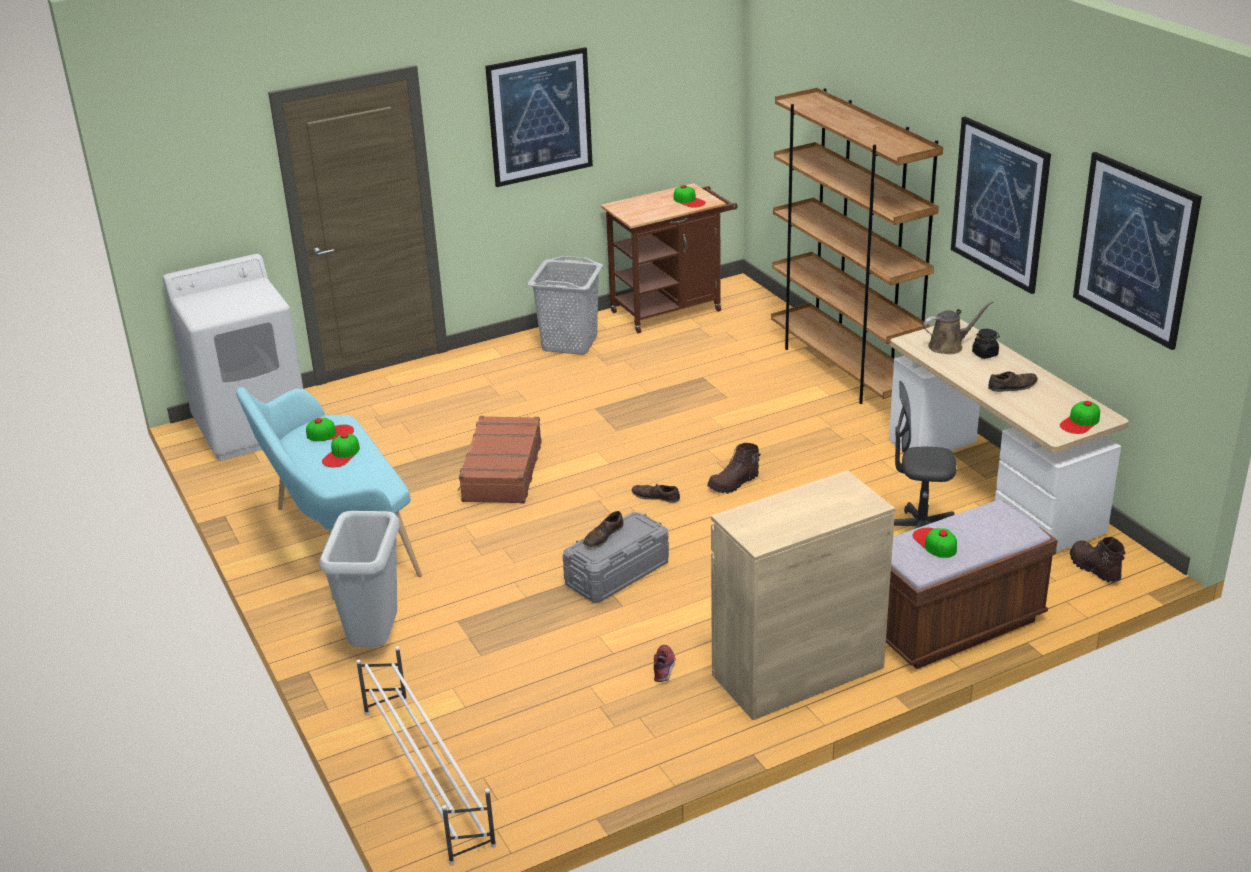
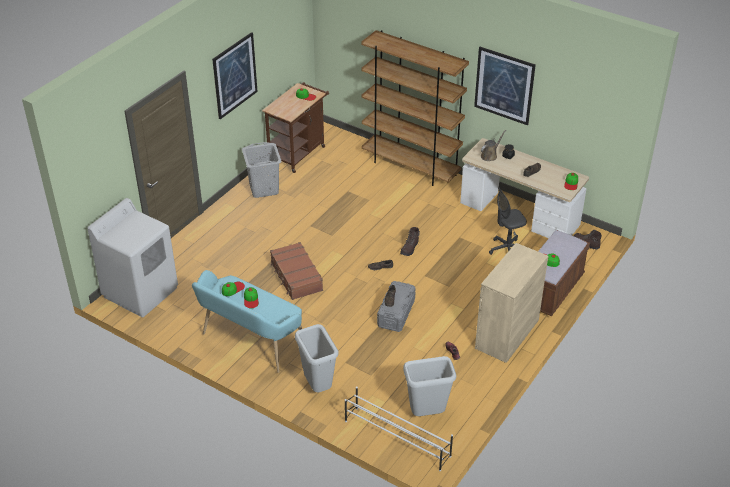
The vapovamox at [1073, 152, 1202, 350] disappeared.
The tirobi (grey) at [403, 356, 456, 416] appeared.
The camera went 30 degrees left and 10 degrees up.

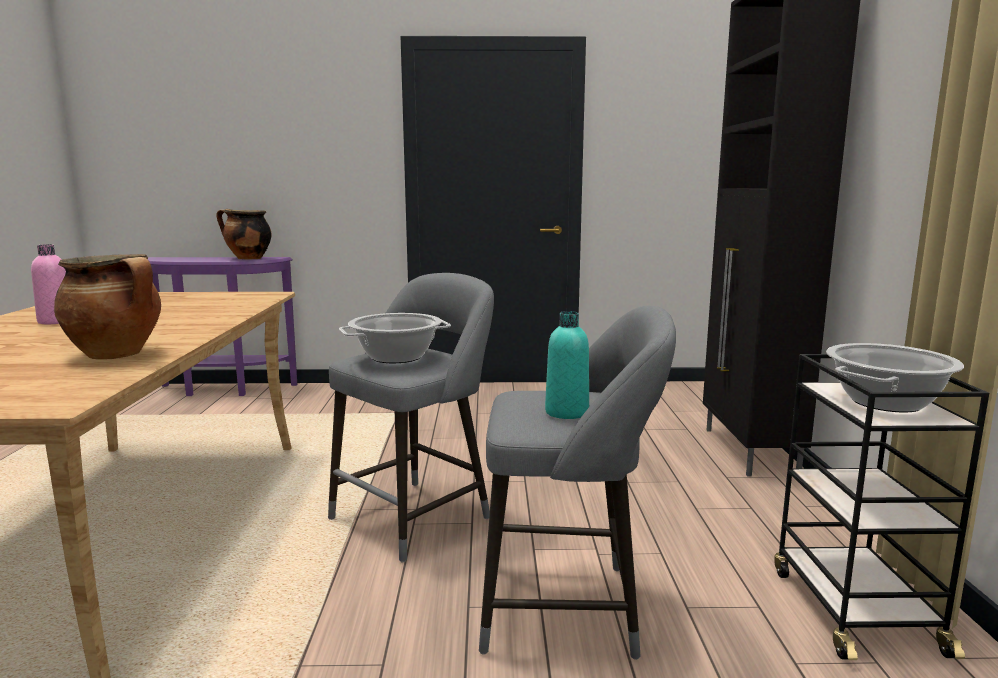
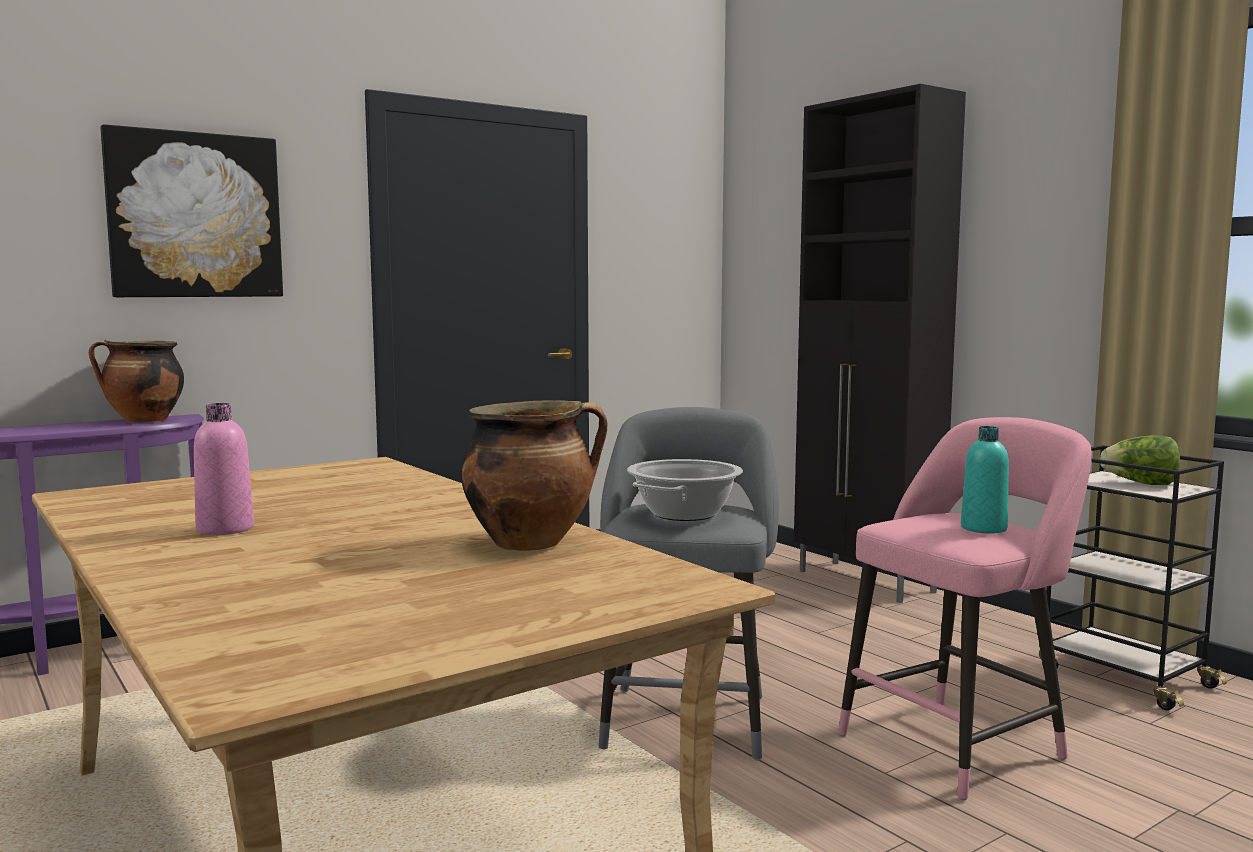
The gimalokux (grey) at [479, 306, 676, 660] became the gimalokux (pink) at [838, 417, 1092, 800].
The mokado at [826, 343, 964, 413] was replaced by the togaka at [1100, 435, 1180, 485].
The vapovamox at [101, 124, 283, 297] appeared.
The camera went 35 degrees left and 5 degrees down.

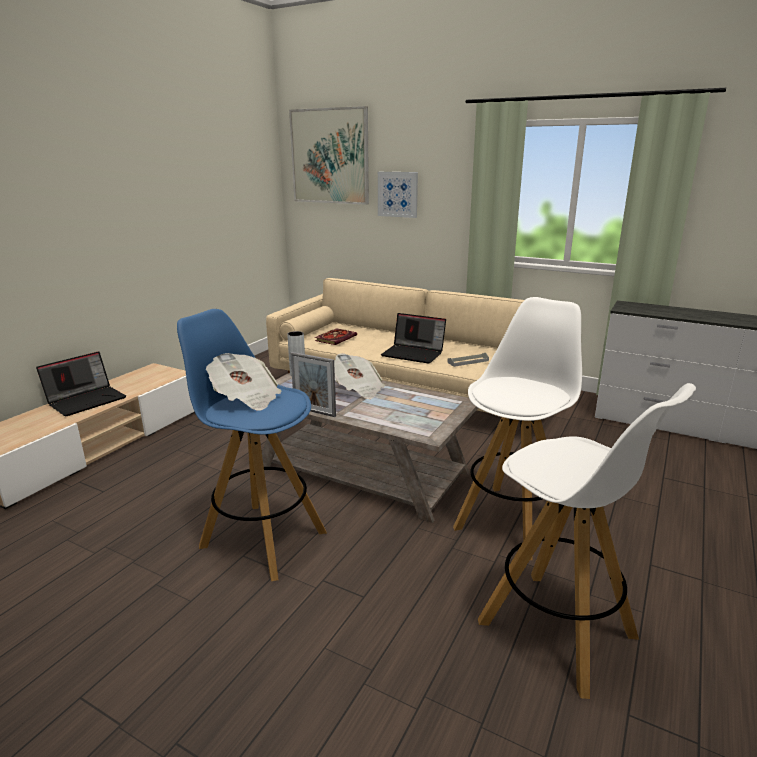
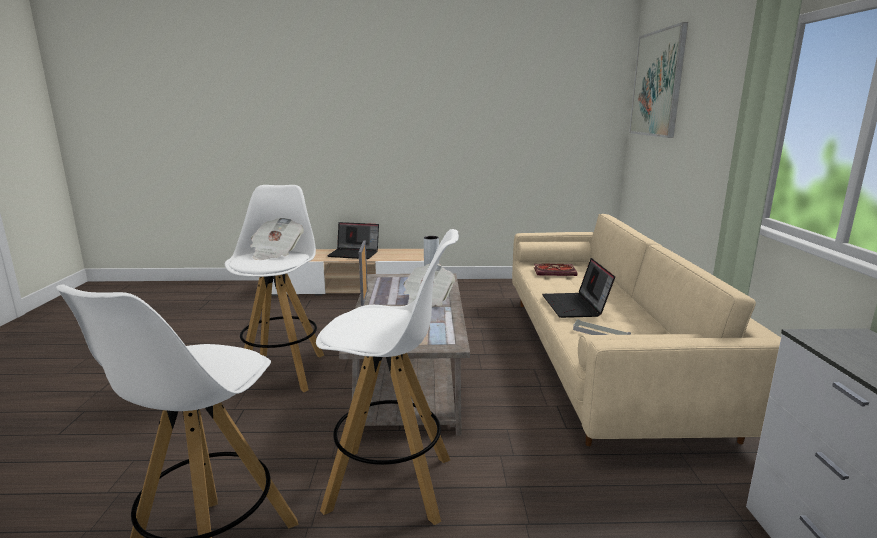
The gimalokux (blue) at [177, 309, 327, 581] became the gimalokux (white) at [225, 185, 324, 392].
The vapovamox at [378, 172, 418, 218] disappeared.
The camera went 60 degrees right and 5 degrees down.

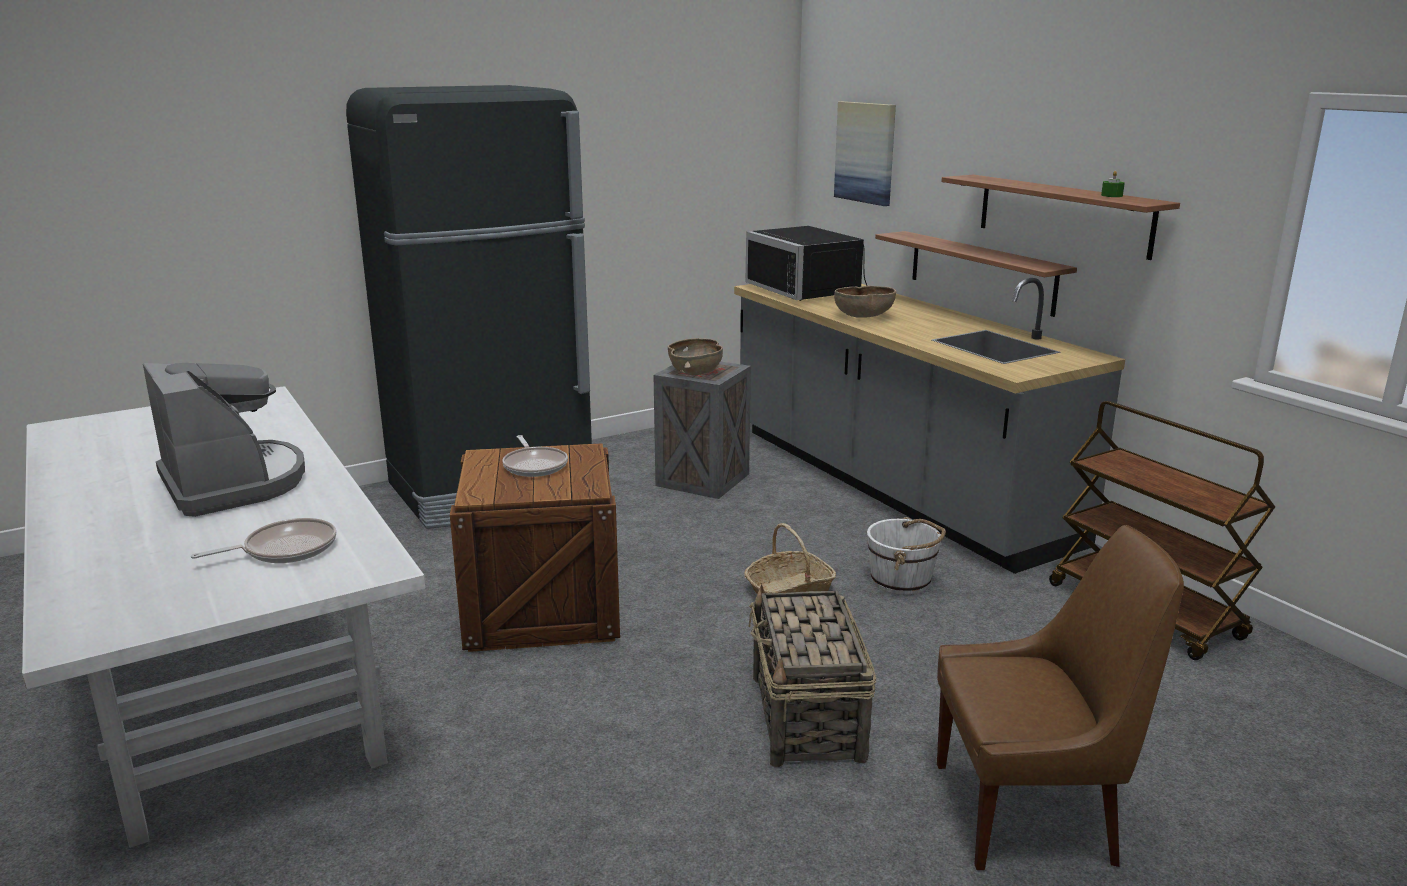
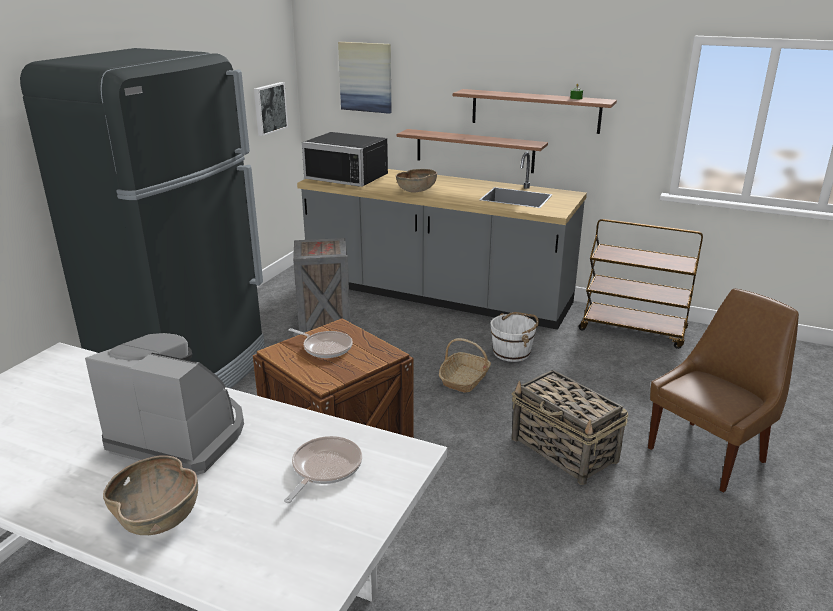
The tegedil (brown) moved from [668, 338, 723, 375] to [103, 456, 198, 535].
The vapovamox at [254, 82, 288, 136] appeared.
The camera went 35 degrees left and 5 degrees up.

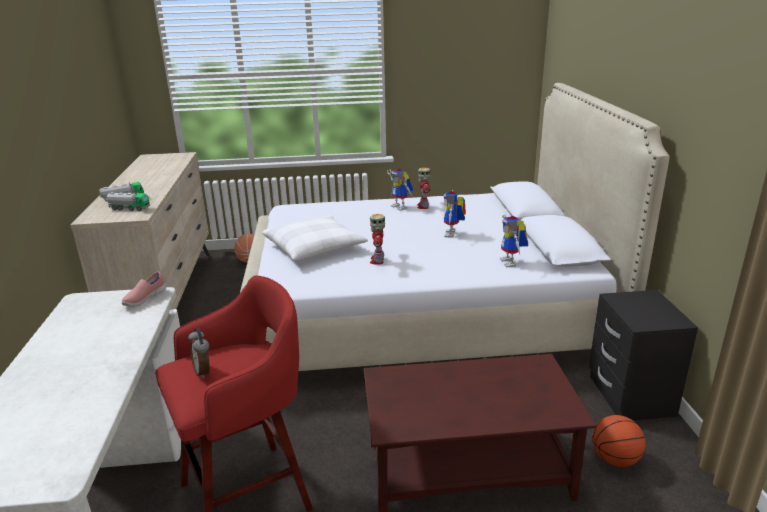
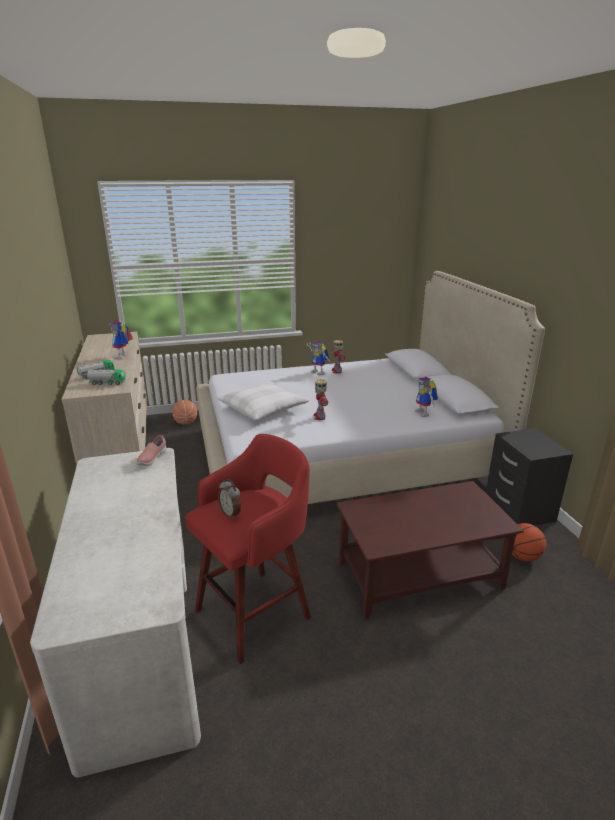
The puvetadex moved from [443, 190, 466, 238] to [109, 320, 133, 359].
The camera went 10 degrees left and 0 degrees up.

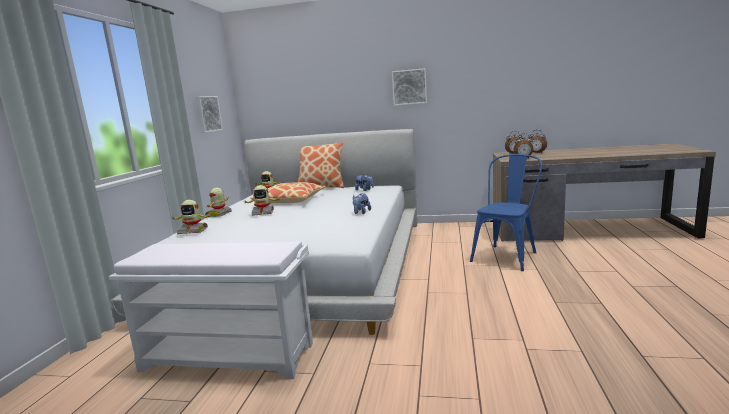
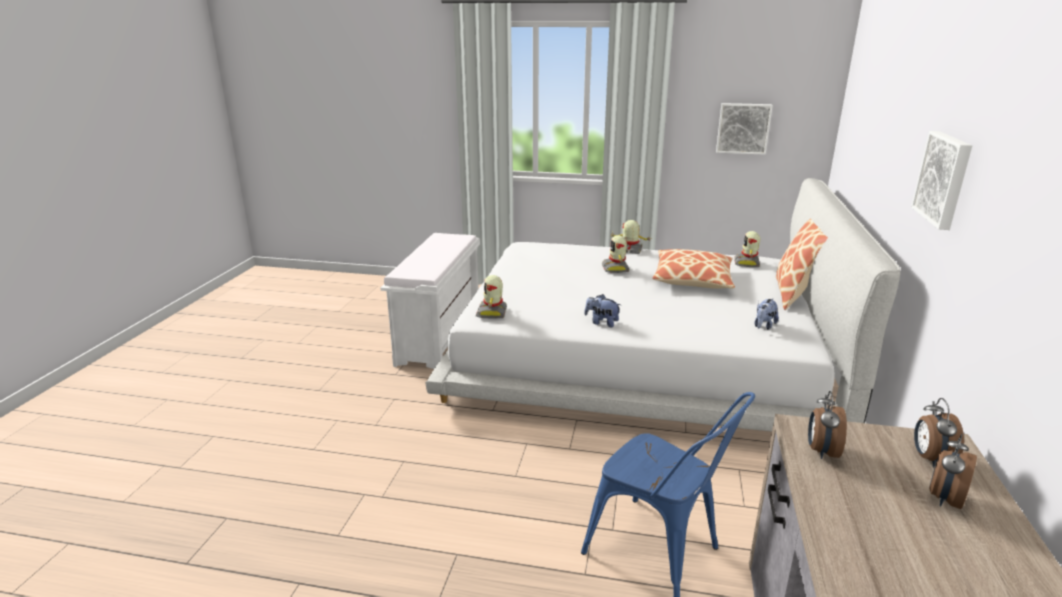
The puvetadex moved from [171, 200, 210, 234] to [476, 275, 507, 319].
The camera went 90 degrees right and 10 degrees up.

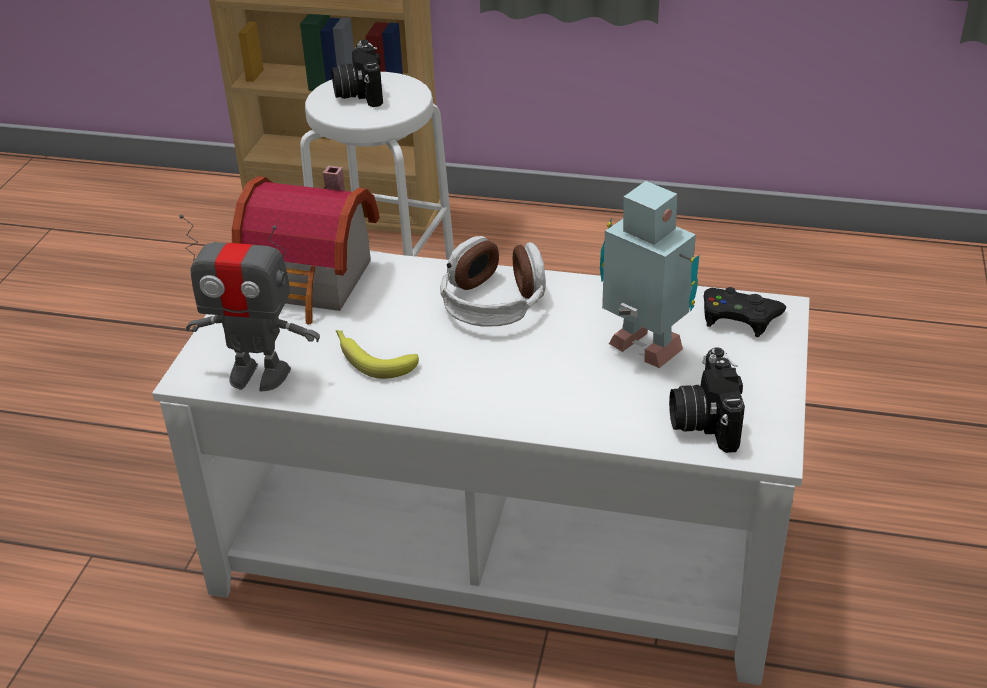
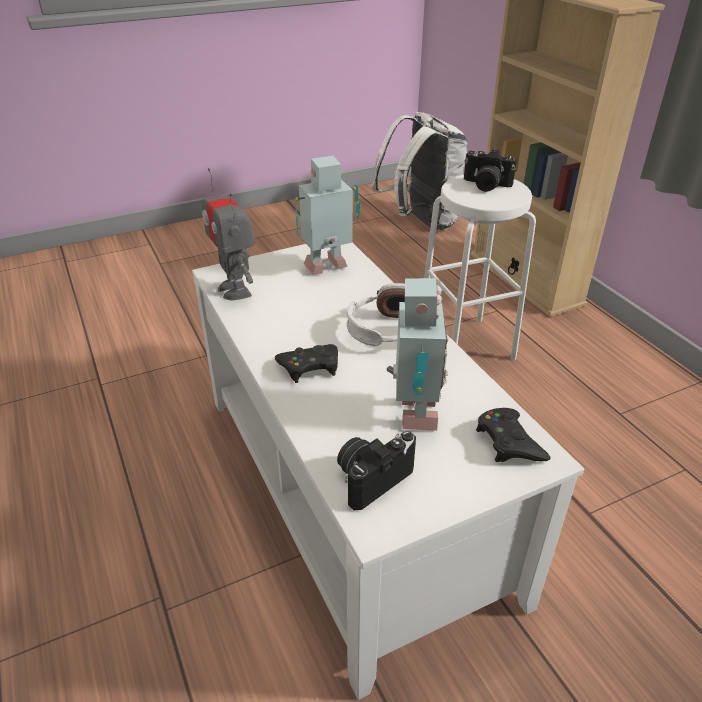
The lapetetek at [232, 166, 380, 325] was replaced by the puvetadex at [294, 155, 360, 275].
The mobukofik at [331, 40, 383, 107] turned 105 degrees counterclockwise.
The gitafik at [336, 330, 419, 379] disappeared.
The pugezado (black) at [275, 344, 338, 383] appeared.
The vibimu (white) at [372, 112, 468, 231] appeared.
The camera went 50 degrees right and 0 degrees up.

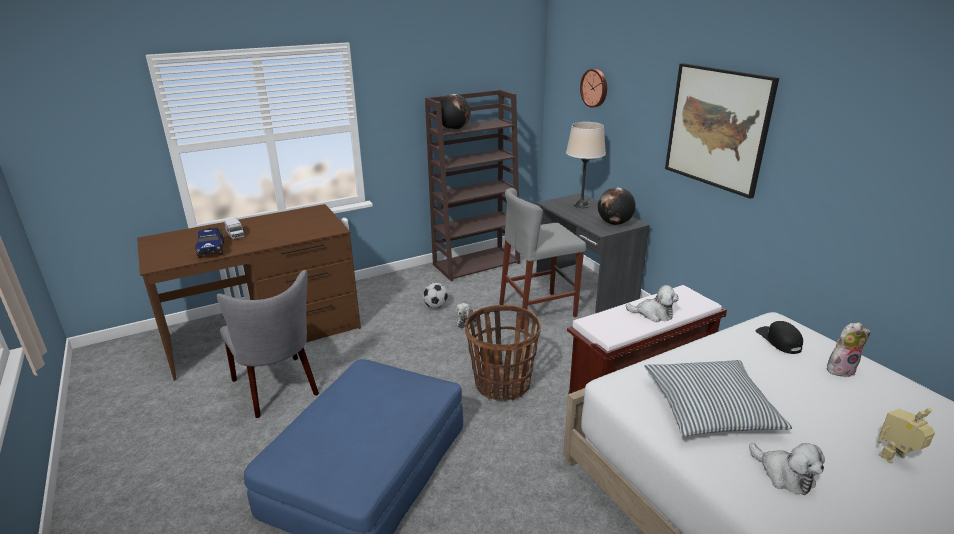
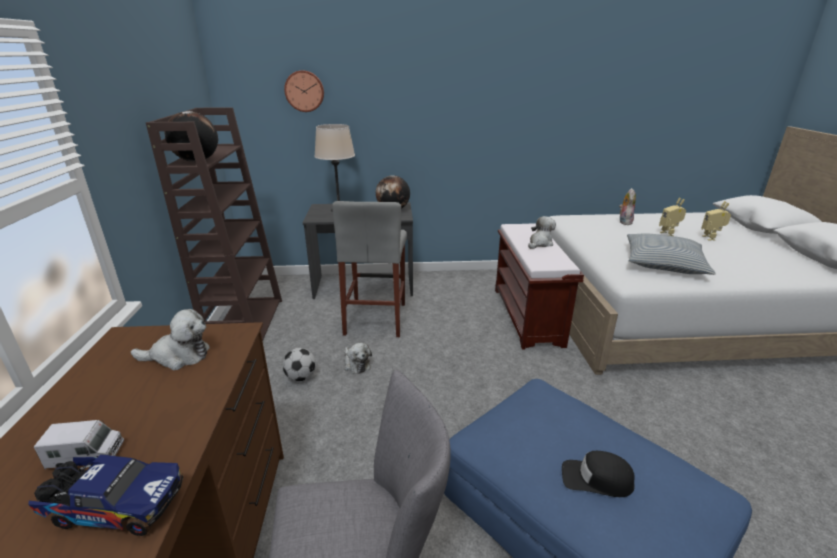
The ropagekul at [465, 305, 541, 401] disappeared.
The vapovamox at [665, 63, 779, 199] disappeared.
The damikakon moved from [749, 443, 825, 495] to [131, 309, 210, 370].
The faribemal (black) moved from [756, 321, 803, 354] to [562, 451, 635, 497].
The puvetadex at [659, 198, 686, 236] appeared.
The camera went 65 degrees left and 0 degrees up.

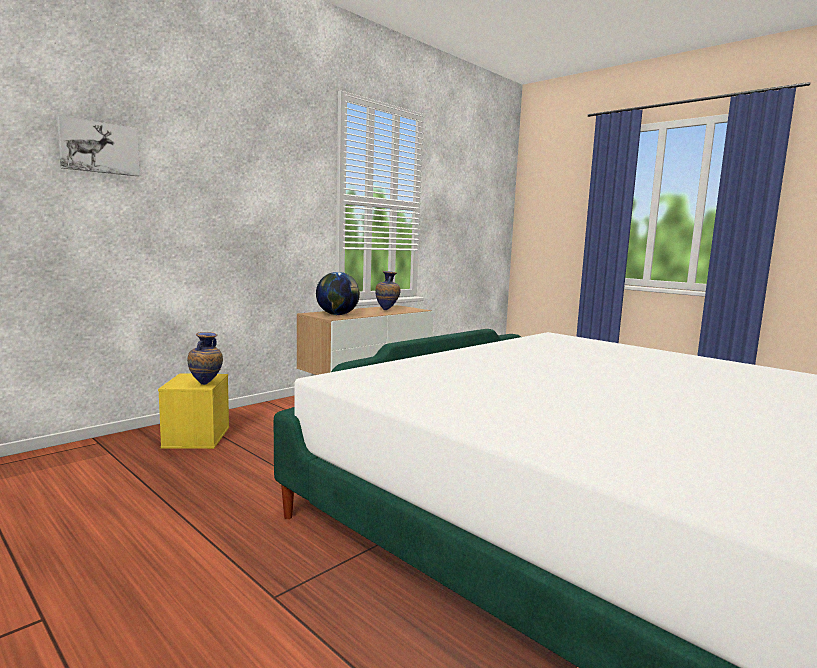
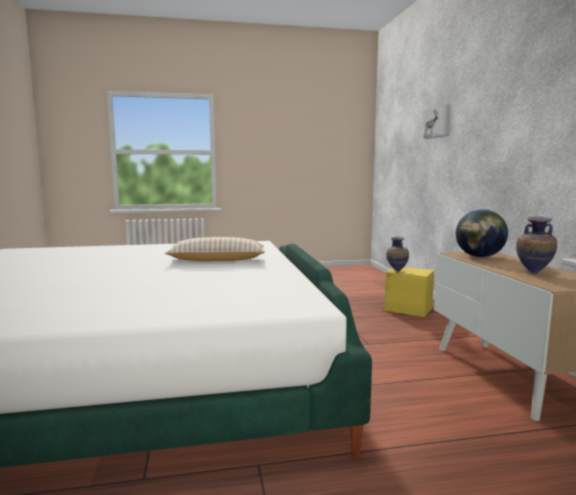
The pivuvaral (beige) at [165, 237, 265, 261] appeared.
The camera went 125 degrees right and 0 degrees up.

